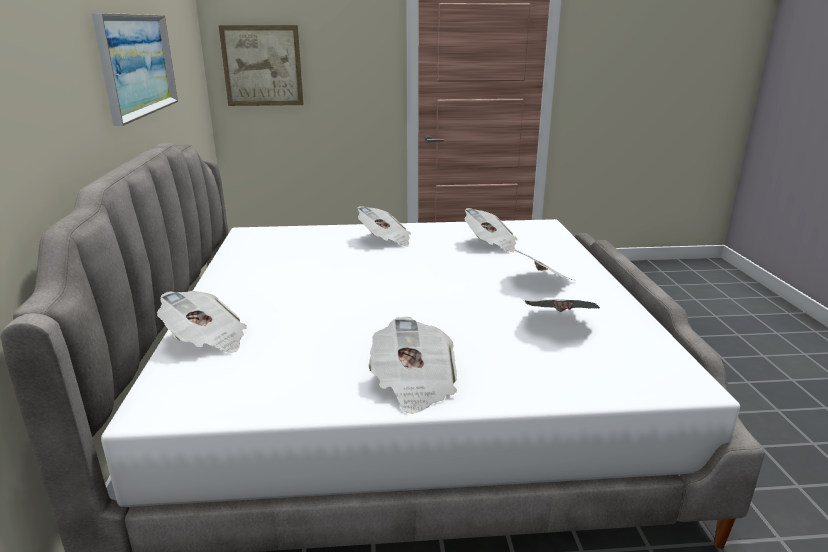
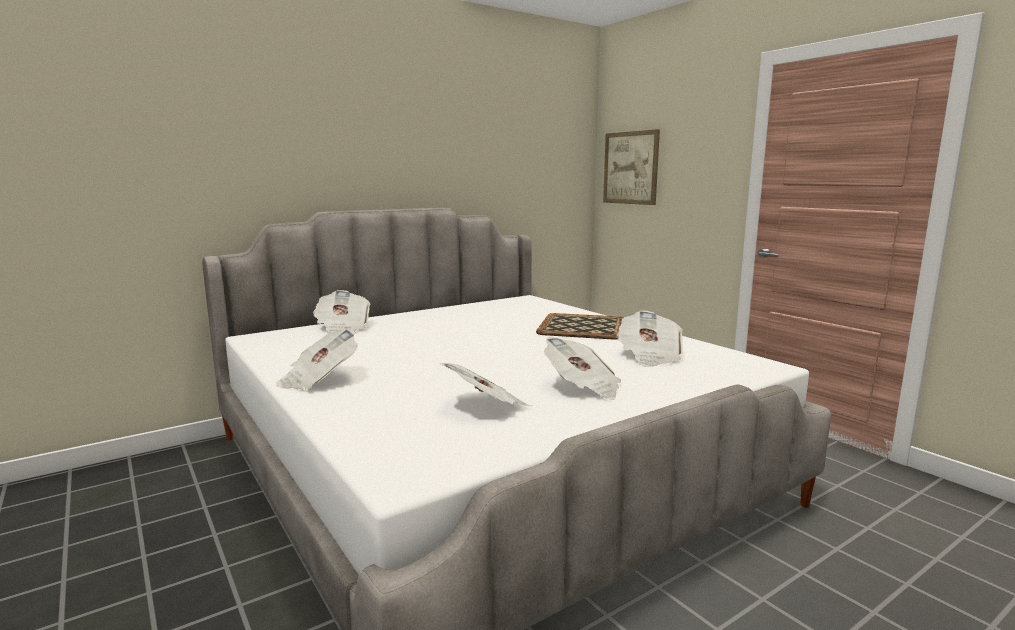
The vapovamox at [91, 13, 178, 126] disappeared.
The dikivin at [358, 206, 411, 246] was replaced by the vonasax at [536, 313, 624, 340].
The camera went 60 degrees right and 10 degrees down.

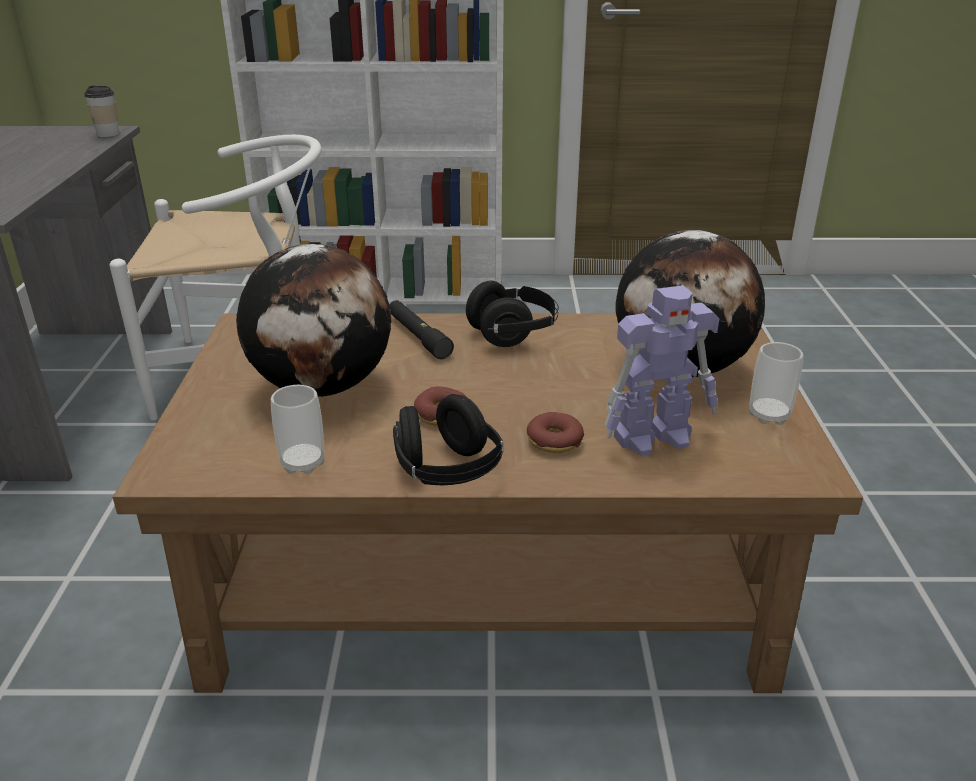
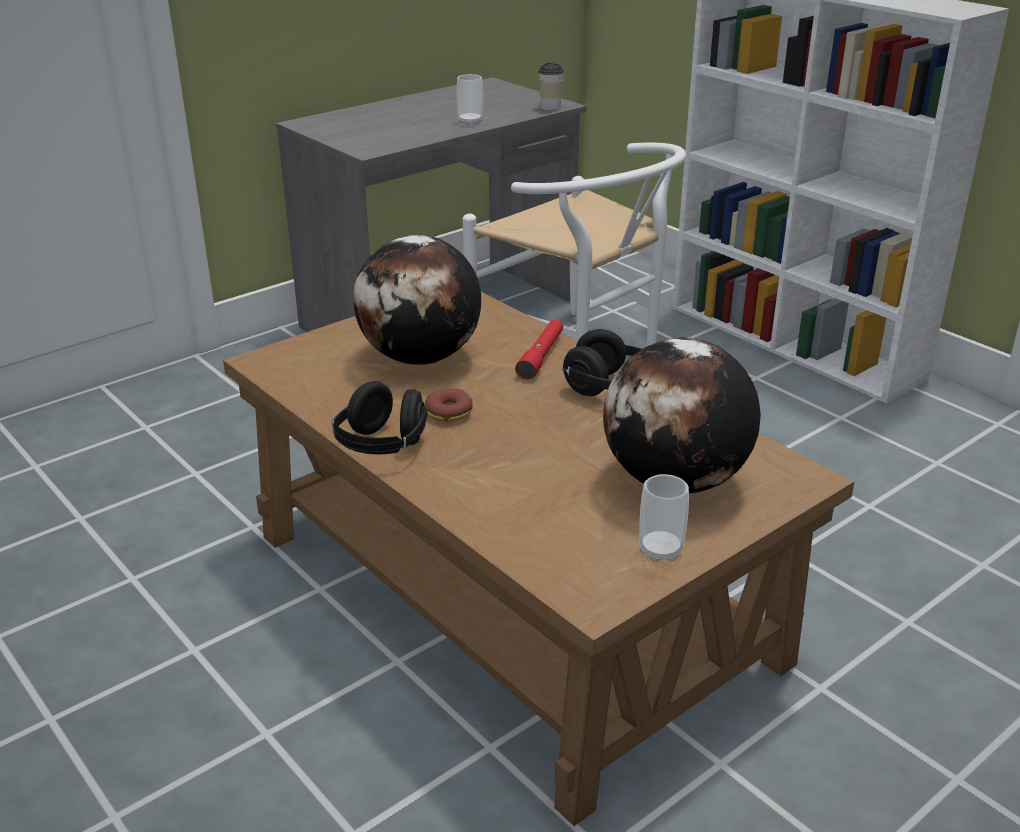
The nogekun moved from [271, 384, 324, 474] to [457, 74, 483, 125].
The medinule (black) at [389, 300, 454, 359] became the medinule (red) at [515, 319, 563, 380].
The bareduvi at [527, 412, 584, 453] disappeared.
The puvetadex at [605, 285, 719, 456] disappeared.
The camera went 50 degrees right and 0 degrees up.

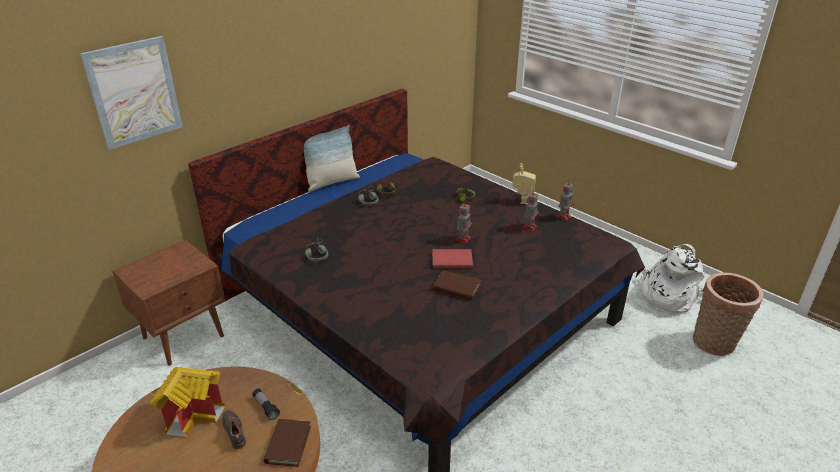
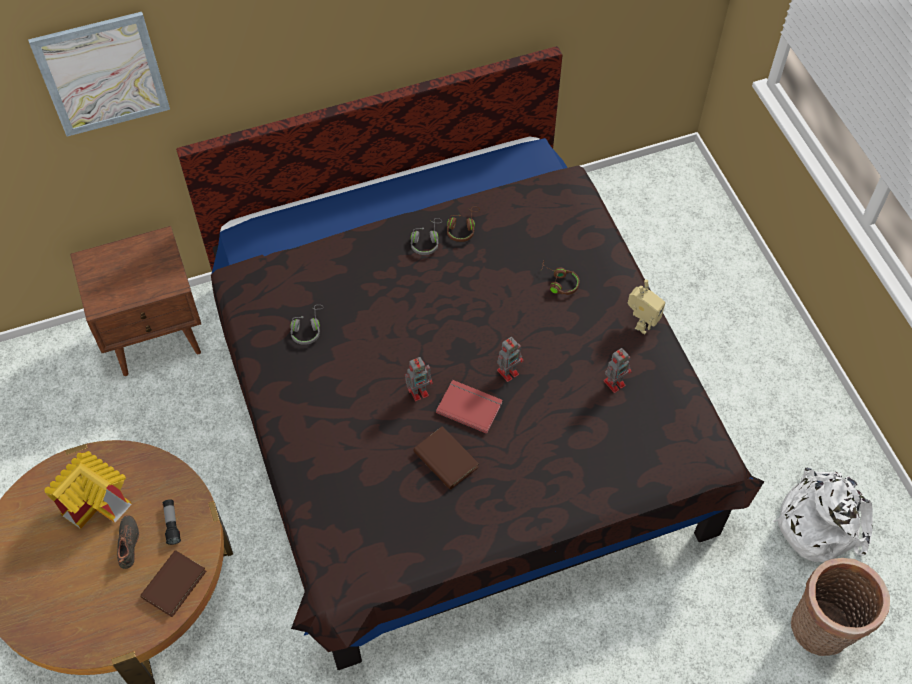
The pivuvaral at [304, 125, 360, 192] disappeared.
The puvetadex moved from [557, 180, 574, 221] to [405, 357, 433, 401].
The camera went 25 degrees right and 25 degrees up.

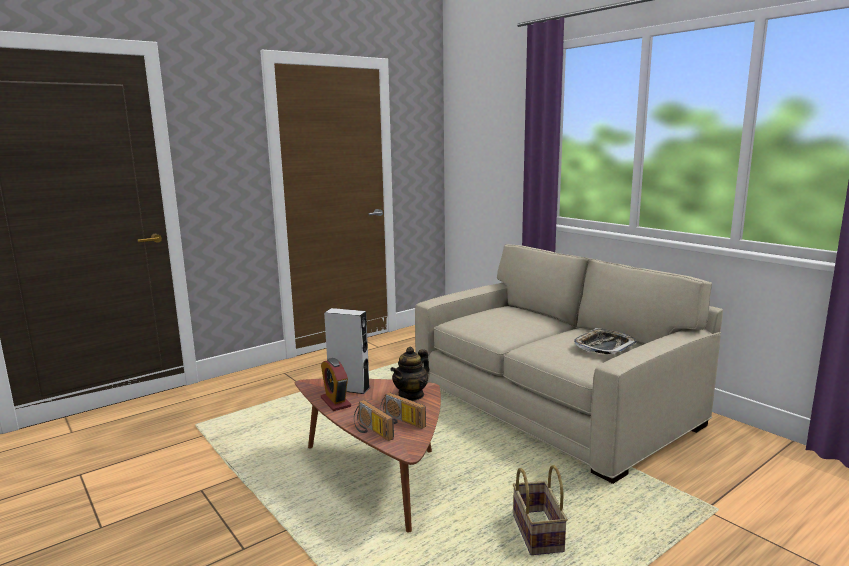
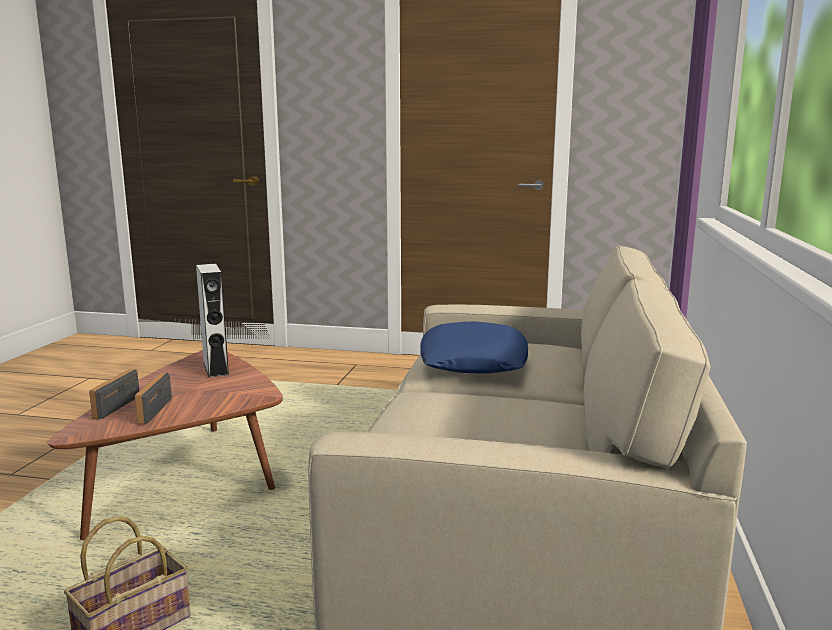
The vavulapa at [321, 358, 351, 411] disappeared.
The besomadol at [390, 346, 429, 401] disappeared.
The vonasax at [574, 328, 636, 354] disappeared.
The pivuvaral (blue) at [420, 321, 528, 374] appeared.
The camera went 50 degrees right and 0 degrees up.

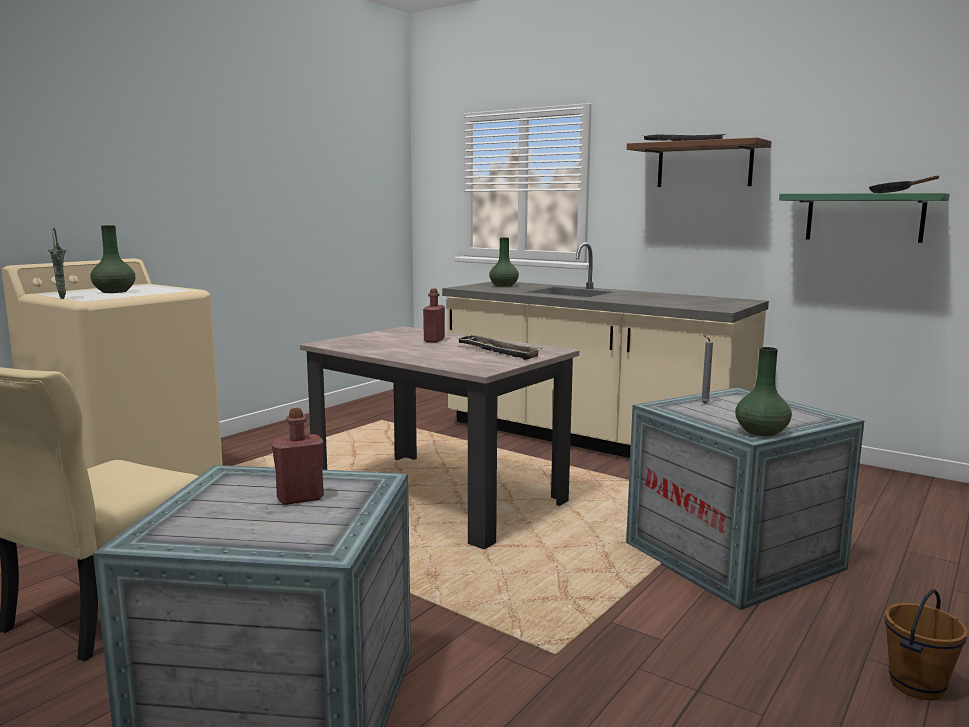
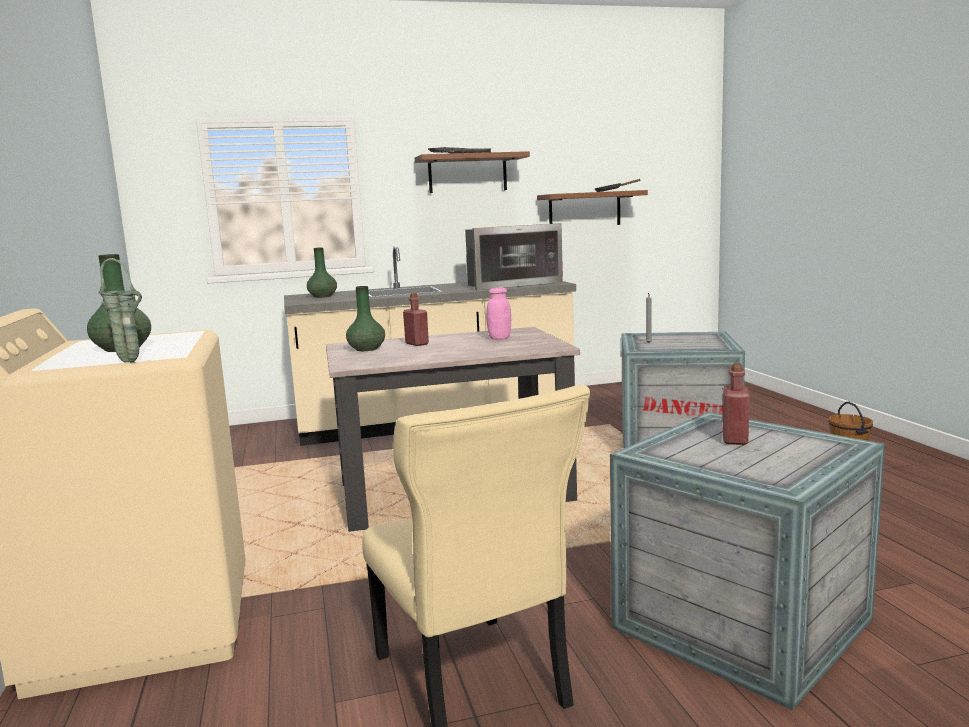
The vonasax at [455, 335, 542, 360] was replaced by the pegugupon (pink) at [486, 288, 511, 340].
The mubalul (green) moved from [735, 347, 792, 437] to [346, 286, 385, 351].
The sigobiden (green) at [779, 193, 950, 243] became the sigobiden (brown) at [537, 190, 648, 225].
The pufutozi at [465, 223, 563, 290] appeared.
The camera went 50 degrees left and 0 degrees up.

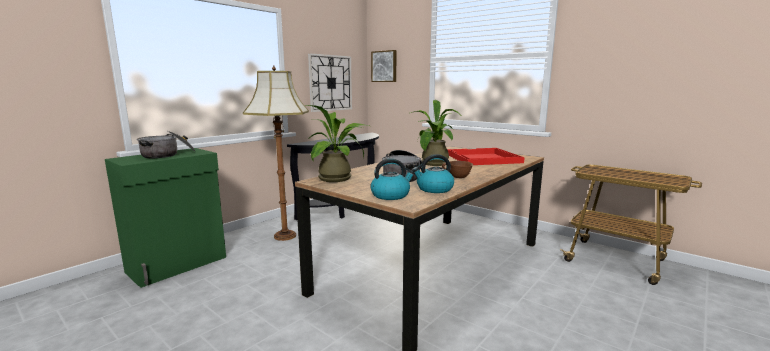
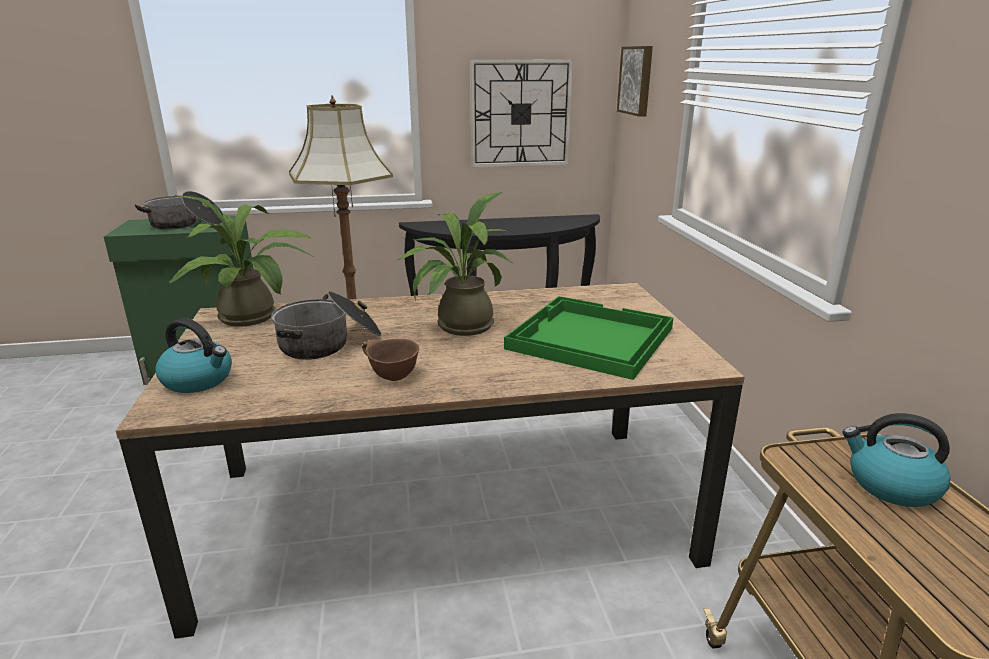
The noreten moved from [412, 154, 454, 193] to [843, 413, 950, 507].
The vonasax (red) at [447, 148, 525, 165] became the vonasax (green) at [504, 296, 674, 380].
The camera went 40 degrees right and 10 degrees up.

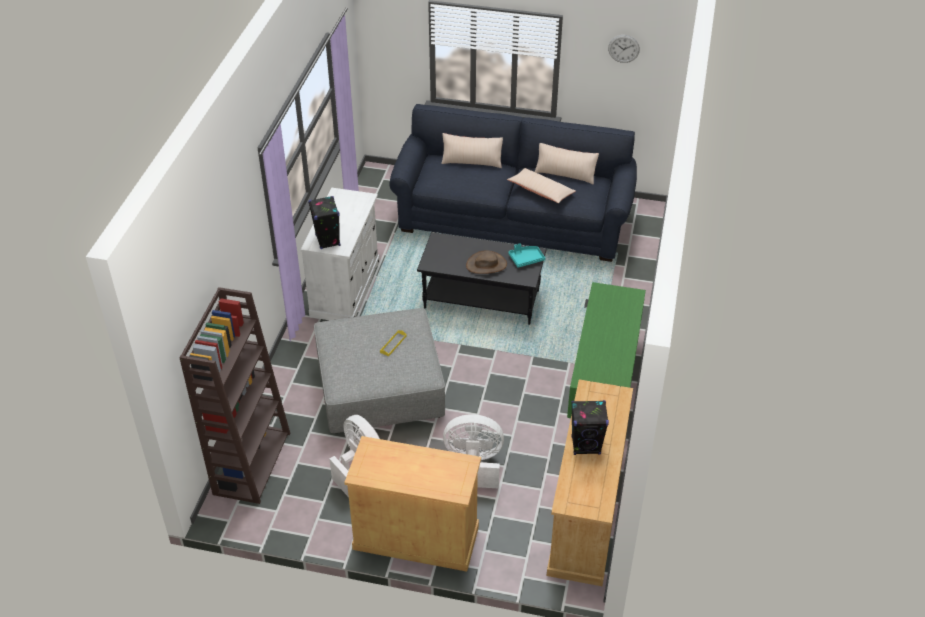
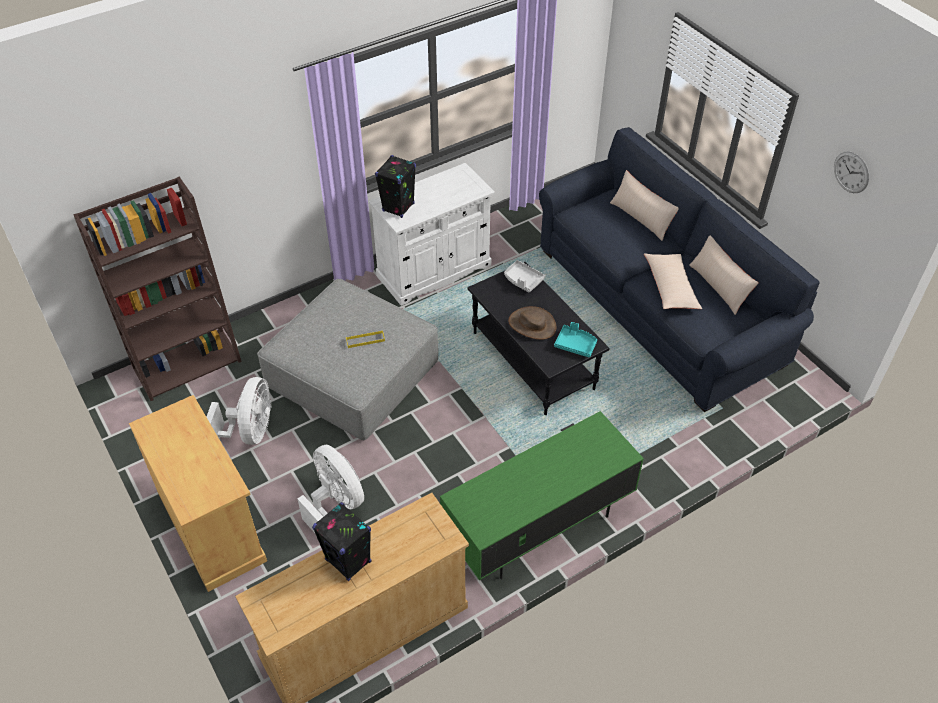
The vonasax (grey) at [504, 260, 545, 293] appeared.
The camera went 45 degrees right and 5 degrees up.

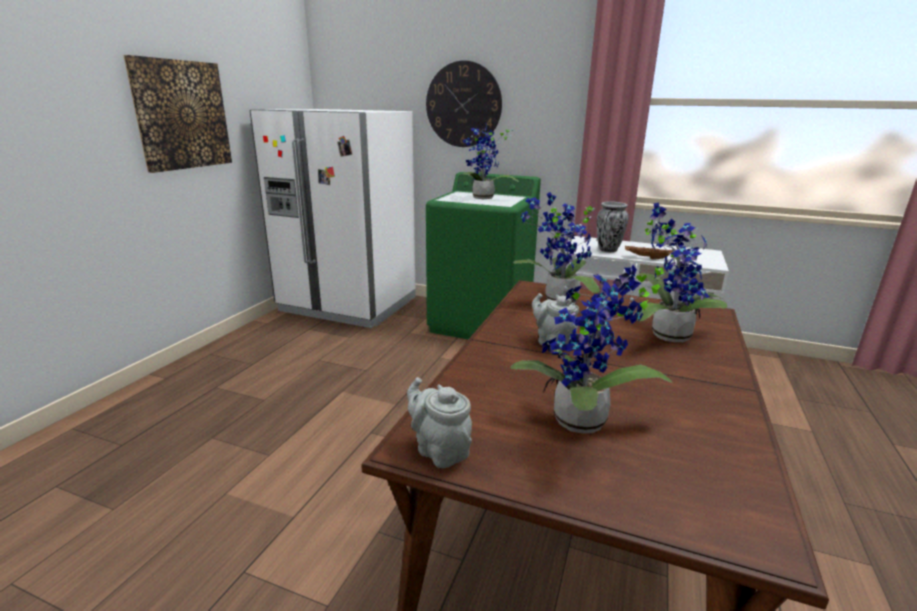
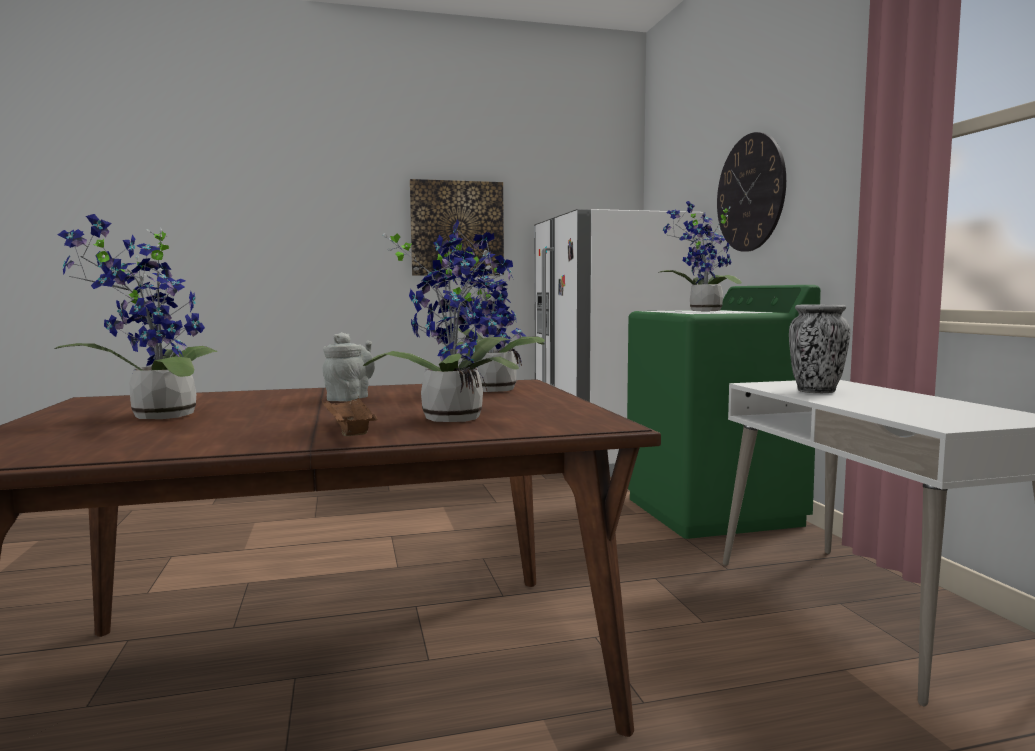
The besomadol (grey) at [407, 377, 472, 468] disappeared.
The vonasax (brown) moved from [625, 246, 674, 260] to [321, 396, 377, 436].
The camera went 55 degrees right and 15 degrees down.

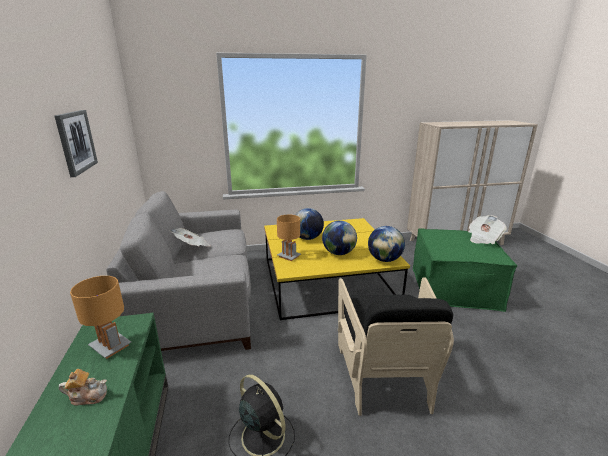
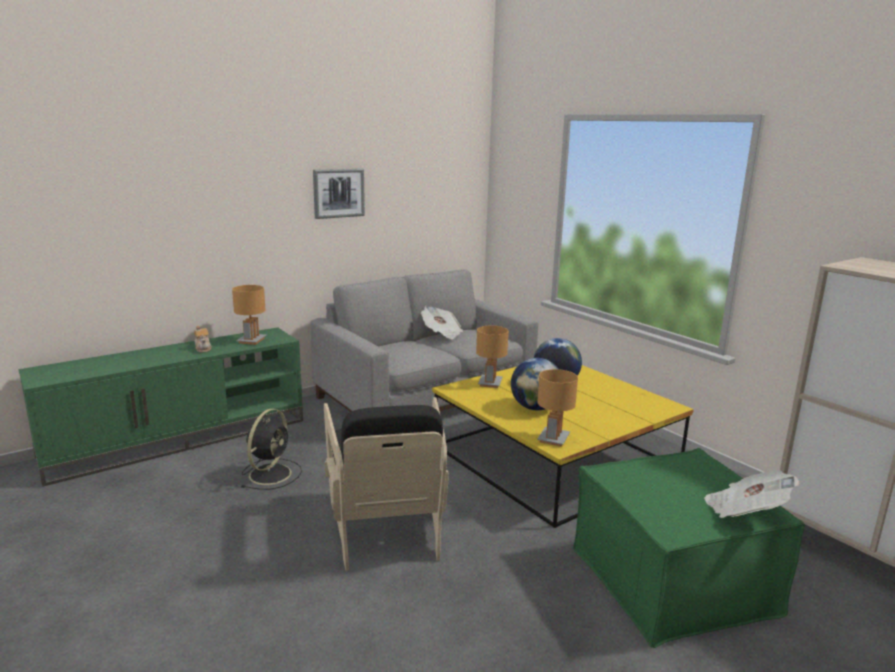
The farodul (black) at [338, 277, 454, 416] turned 75 degrees counterclockwise.
The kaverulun at [368, 226, 405, 262] was replaced by the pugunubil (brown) at [537, 369, 578, 447].
The camera went 65 degrees right and 5 degrees down.

